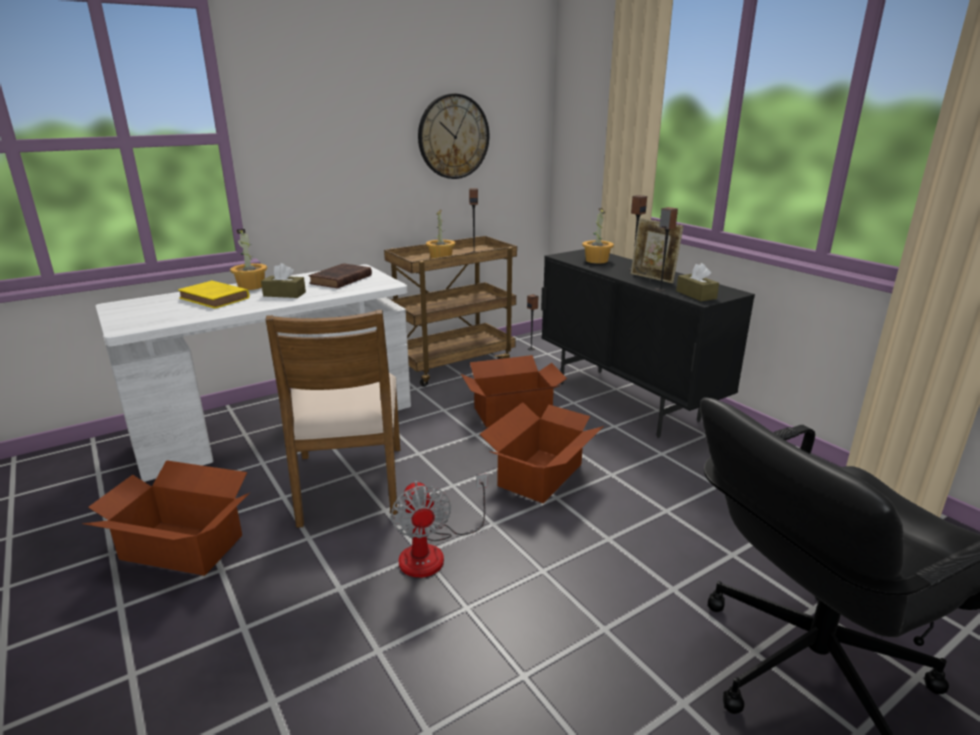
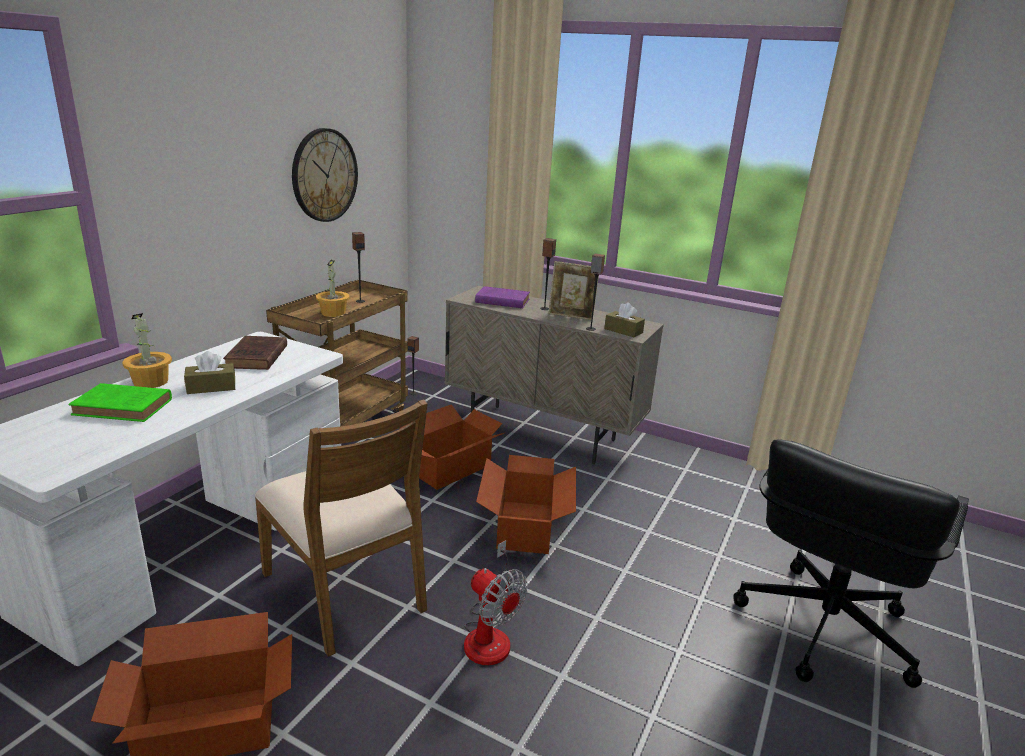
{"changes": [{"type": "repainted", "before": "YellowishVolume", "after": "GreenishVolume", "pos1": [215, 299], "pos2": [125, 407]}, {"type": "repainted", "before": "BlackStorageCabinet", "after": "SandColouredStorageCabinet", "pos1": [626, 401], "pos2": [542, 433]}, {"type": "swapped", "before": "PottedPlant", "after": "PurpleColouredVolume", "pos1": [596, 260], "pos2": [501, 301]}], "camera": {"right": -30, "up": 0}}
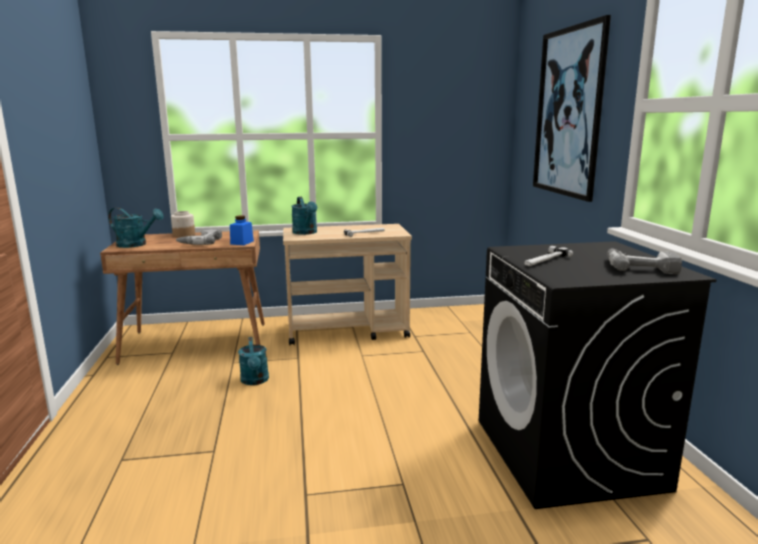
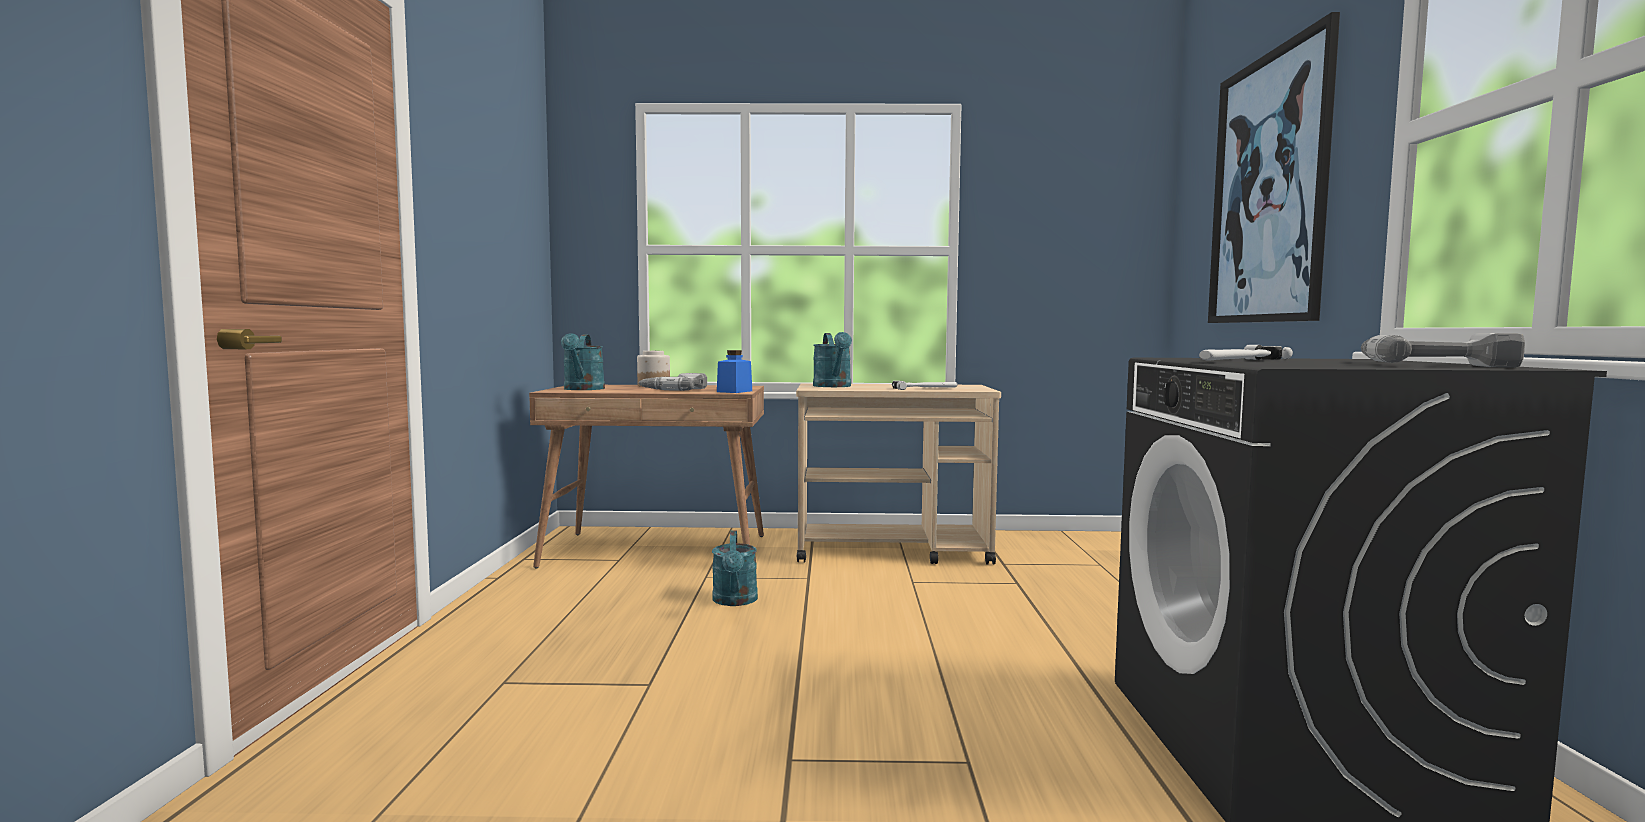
{"changes": [{"type": "rotated", "before": "TurquoiseColouredWateringPot", "pos1": [136, 245], "pos2": [583, 389], "turn": 60}], "camera": {"right": 10, "up": -10}}
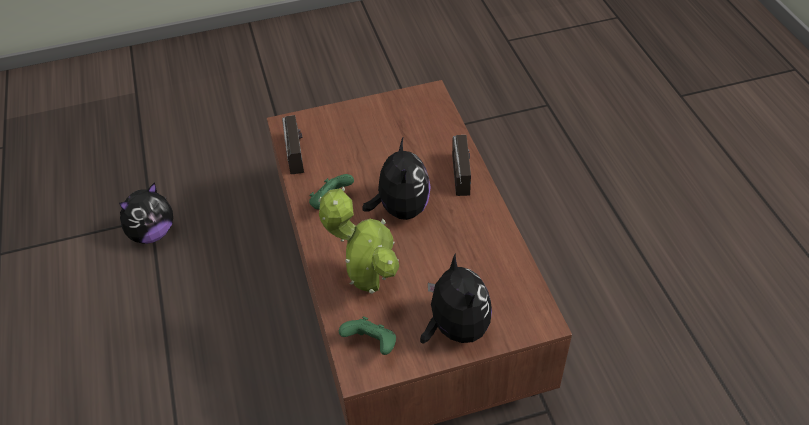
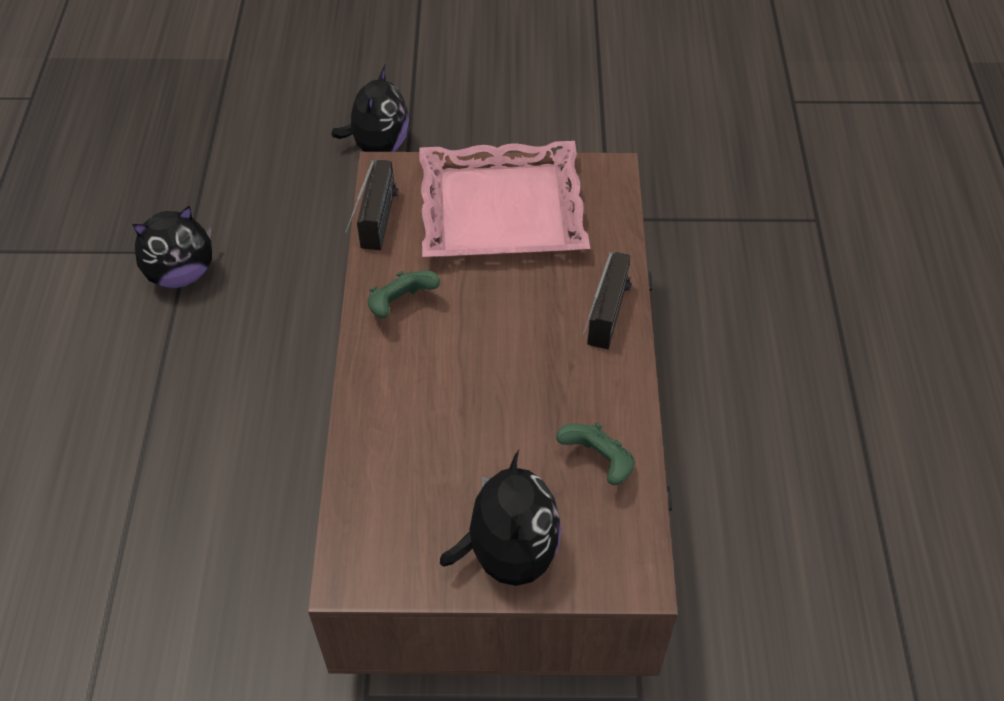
{"changes": [{"type": "gone", "before": "PottedPlant", "pos1": [367, 284]}, {"type": "shifted", "before": "GreenishJoypad", "pos1": [371, 344], "pos2": [598, 464]}, {"type": "shifted", "before": "SoftToy", "pos1": [400, 209], "pos2": [378, 146]}, {"type": "new", "after": "PinkTray", "pos2": [501, 212]}], "camera": {"right": 15, "up": 5}}
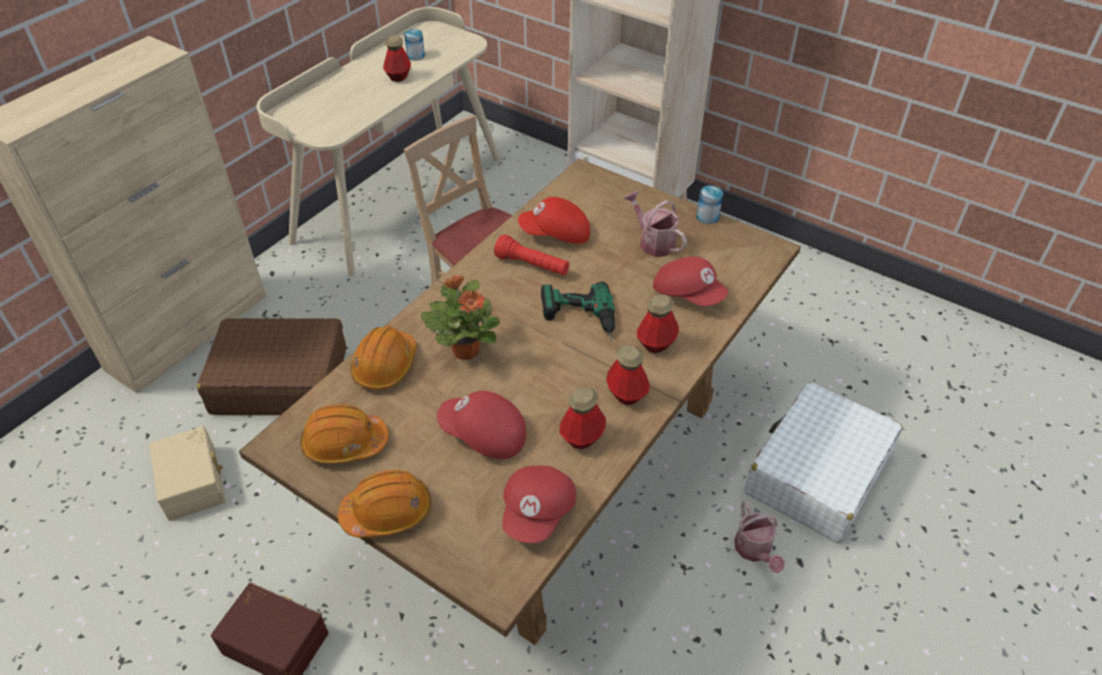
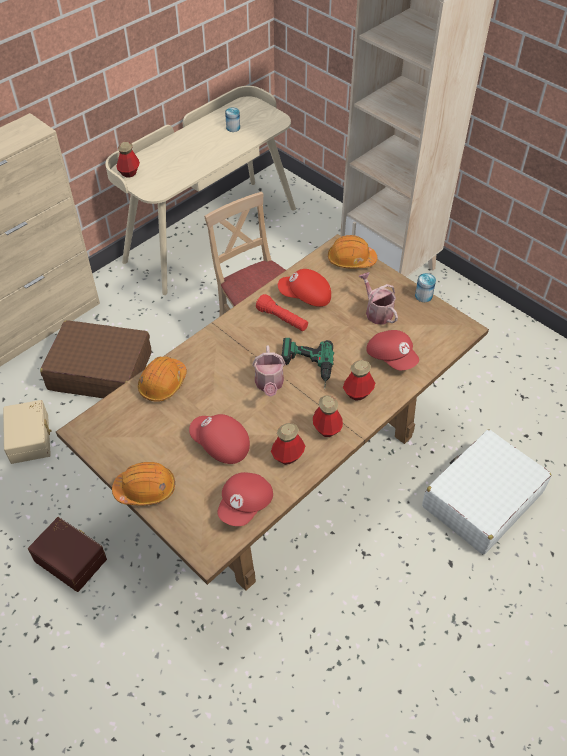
{"changes": [{"type": "shifted", "before": "OrangeHardHat", "pos1": [344, 443], "pos2": [351, 260]}, {"type": "shifted", "before": "DrinkBottle", "pos1": [398, 76], "pos2": [129, 172]}, {"type": "gone", "before": "PottedPlant", "pos1": [466, 350]}, {"type": "shifted", "before": "WateringPot", "pos1": [754, 551], "pos2": [269, 385]}], "camera": {"right": 10, "up": 5}}
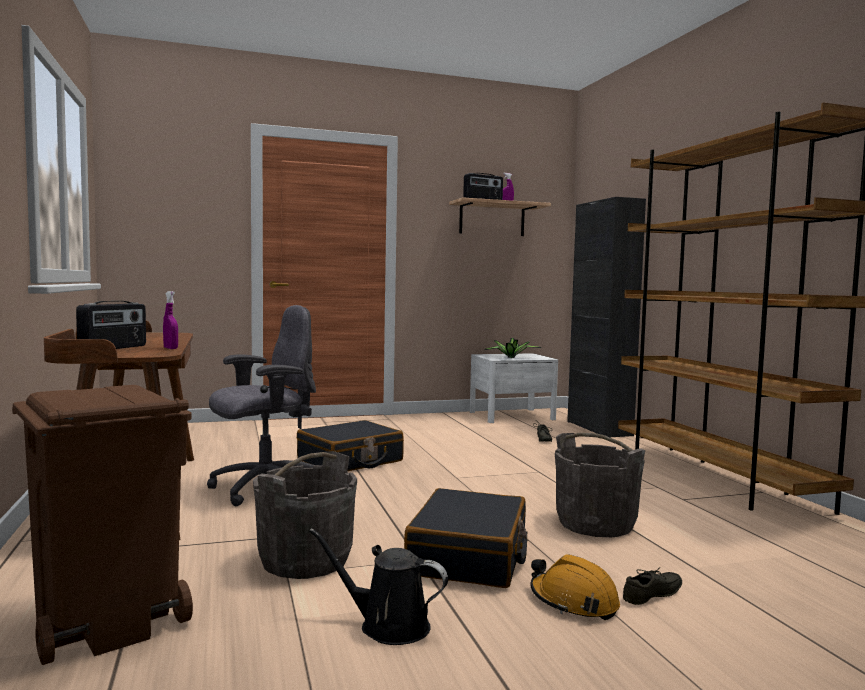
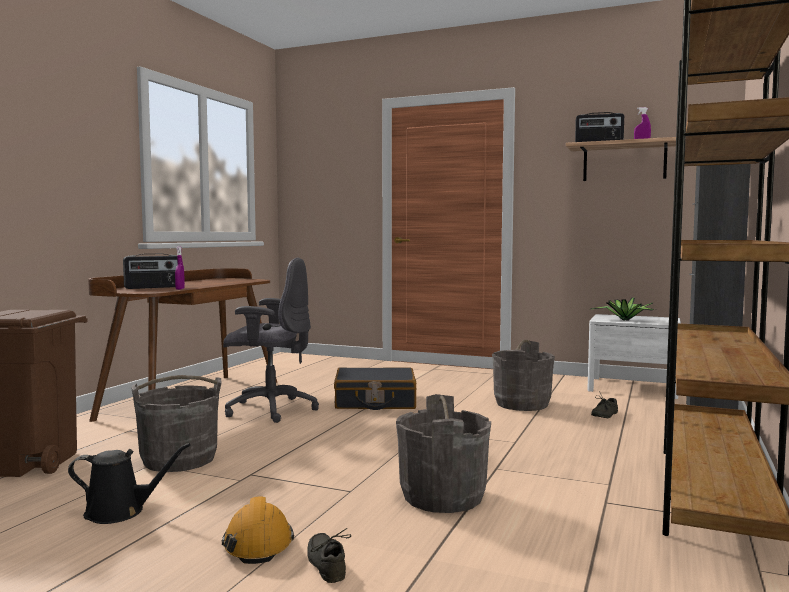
{"changes": [{"type": "rotated", "before": "BlackWateringPot", "pos1": [388, 626], "pos2": [120, 512], "turn": 120}, {"type": "gone", "before": "BlackSuitcase", "pos1": [469, 556]}, {"type": "rotated", "before": "GrayLowShoe", "pos1": [654, 596], "pos2": [329, 564], "turn": -120}, {"type": "new", "after": "GrayPail", "pos2": [521, 404]}], "camera": {"right": 40, "up": 0}}
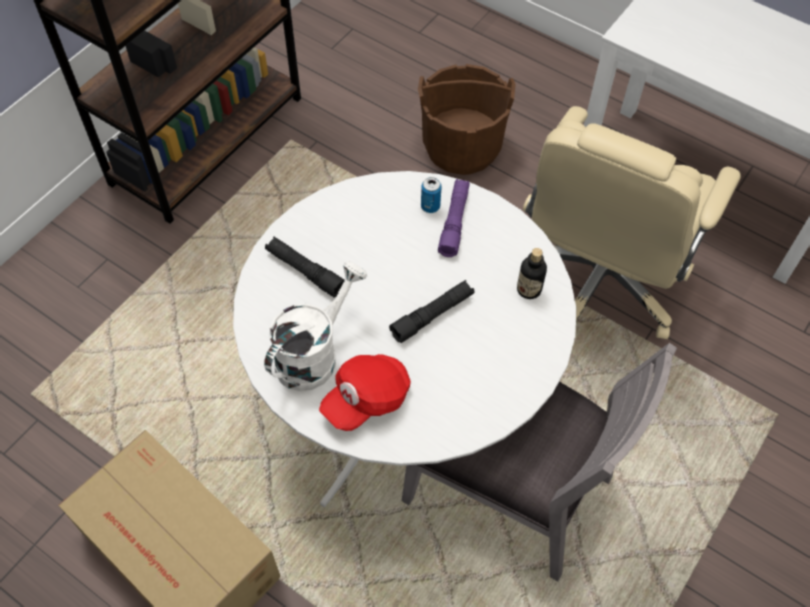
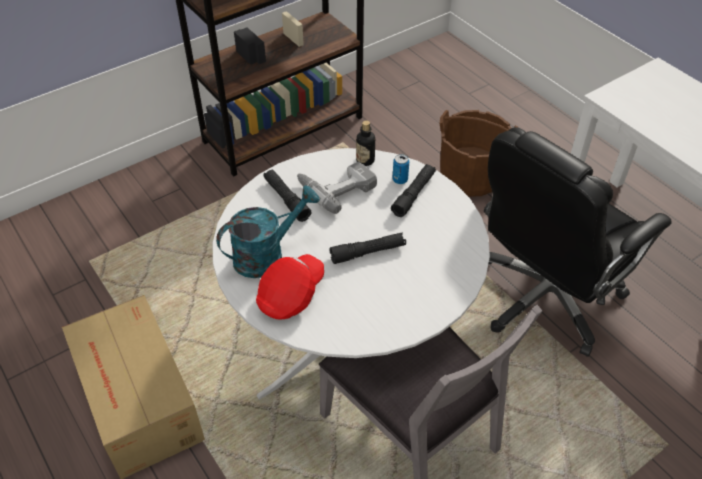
{"changes": [{"type": "repainted", "before": "WhiteColouredWateringPot", "after": "TurquoiseColouredWateringPot", "pos1": [314, 353], "pos2": [267, 254]}, {"type": "rotated", "before": "ReddishCap", "pos1": [366, 399], "pos2": [291, 295], "turn": 150}, {"type": "repainted", "before": "PurpleColouredFlashlight", "after": "BlackFlashlight", "pos1": [454, 222], "pos2": [414, 194]}, {"type": "shifted", "before": "DrinkBottle", "pos1": [529, 289], "pos2": [365, 160]}, {"type": "repainted", "before": "SandColouredDeskChair", "after": "BlackDeskChair", "pos1": [598, 280], "pos2": [545, 297]}, {"type": "new", "after": "Drill", "pos2": [336, 187]}], "camera": {"right": 20, "up": -10}}
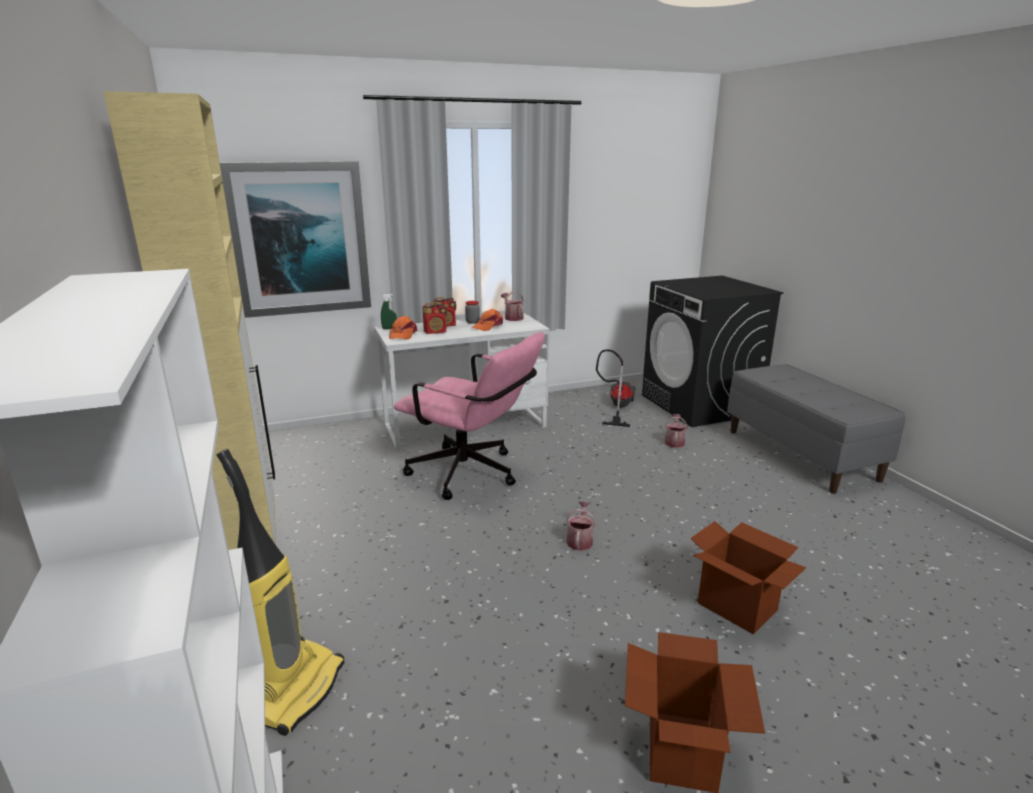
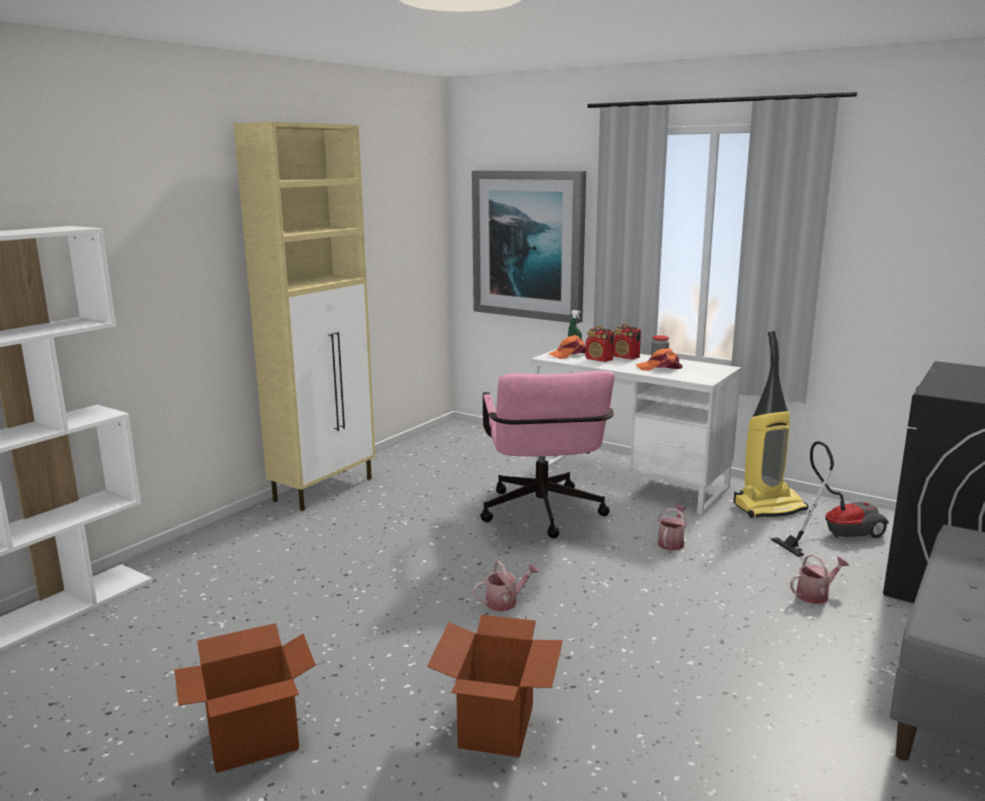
{"changes": [{"type": "shifted", "before": "VacuumCleaner", "pos1": [294, 689], "pos2": [769, 507]}, {"type": "shifted", "before": "WateringPot", "pos1": [512, 317], "pos2": [672, 542]}], "camera": {"right": 55, "up": -5}}
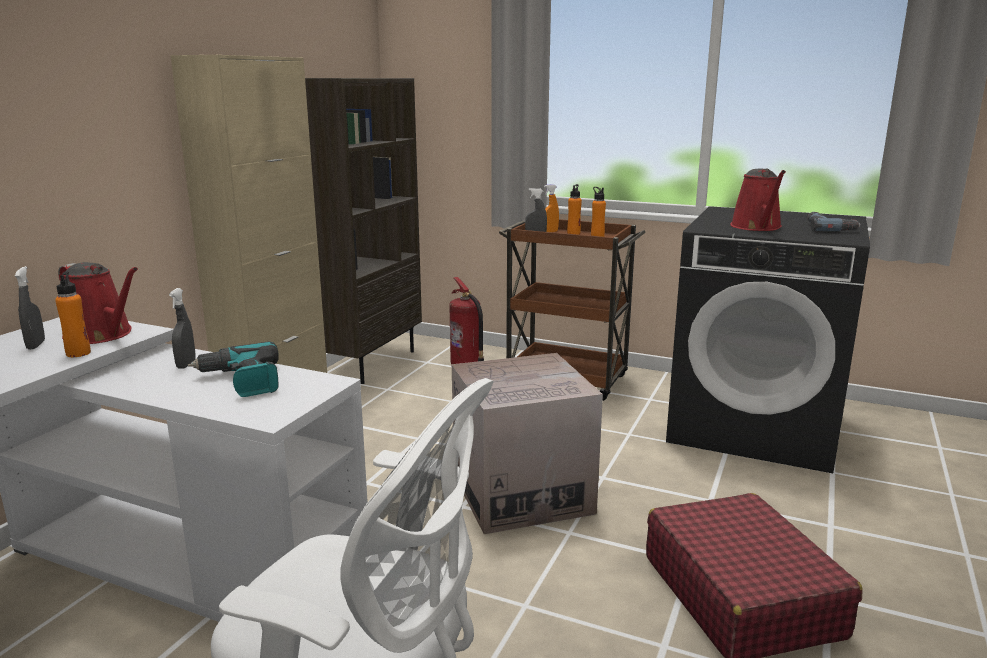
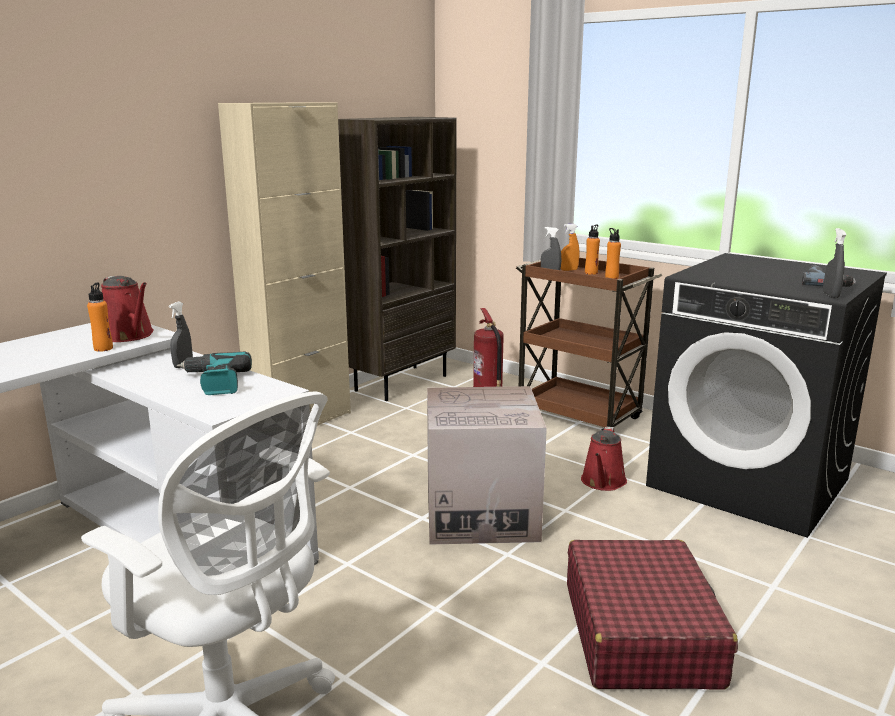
{"changes": [{"type": "shifted", "before": "GrayHandSprayer", "pos1": [36, 345], "pos2": [830, 295]}, {"type": "shifted", "before": "ReddishWateringPot", "pos1": [757, 227], "pos2": [603, 482]}], "camera": {"right": 15, "up": 0}}
